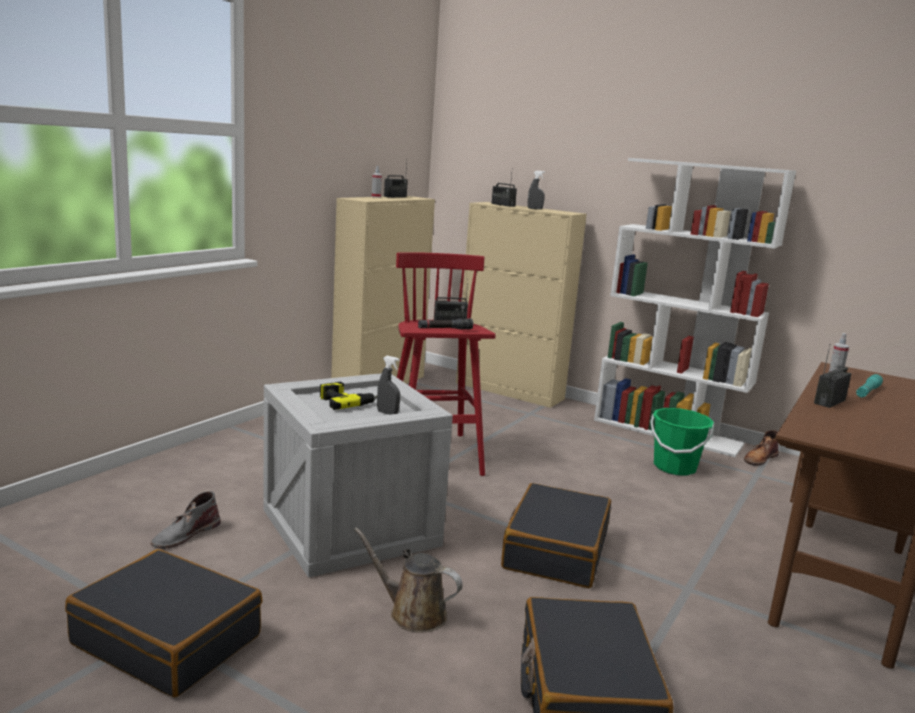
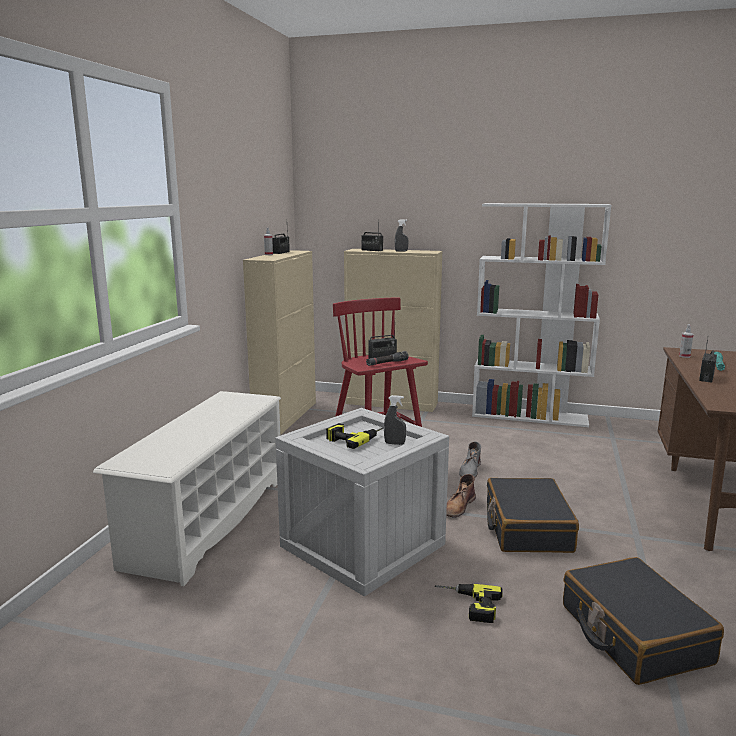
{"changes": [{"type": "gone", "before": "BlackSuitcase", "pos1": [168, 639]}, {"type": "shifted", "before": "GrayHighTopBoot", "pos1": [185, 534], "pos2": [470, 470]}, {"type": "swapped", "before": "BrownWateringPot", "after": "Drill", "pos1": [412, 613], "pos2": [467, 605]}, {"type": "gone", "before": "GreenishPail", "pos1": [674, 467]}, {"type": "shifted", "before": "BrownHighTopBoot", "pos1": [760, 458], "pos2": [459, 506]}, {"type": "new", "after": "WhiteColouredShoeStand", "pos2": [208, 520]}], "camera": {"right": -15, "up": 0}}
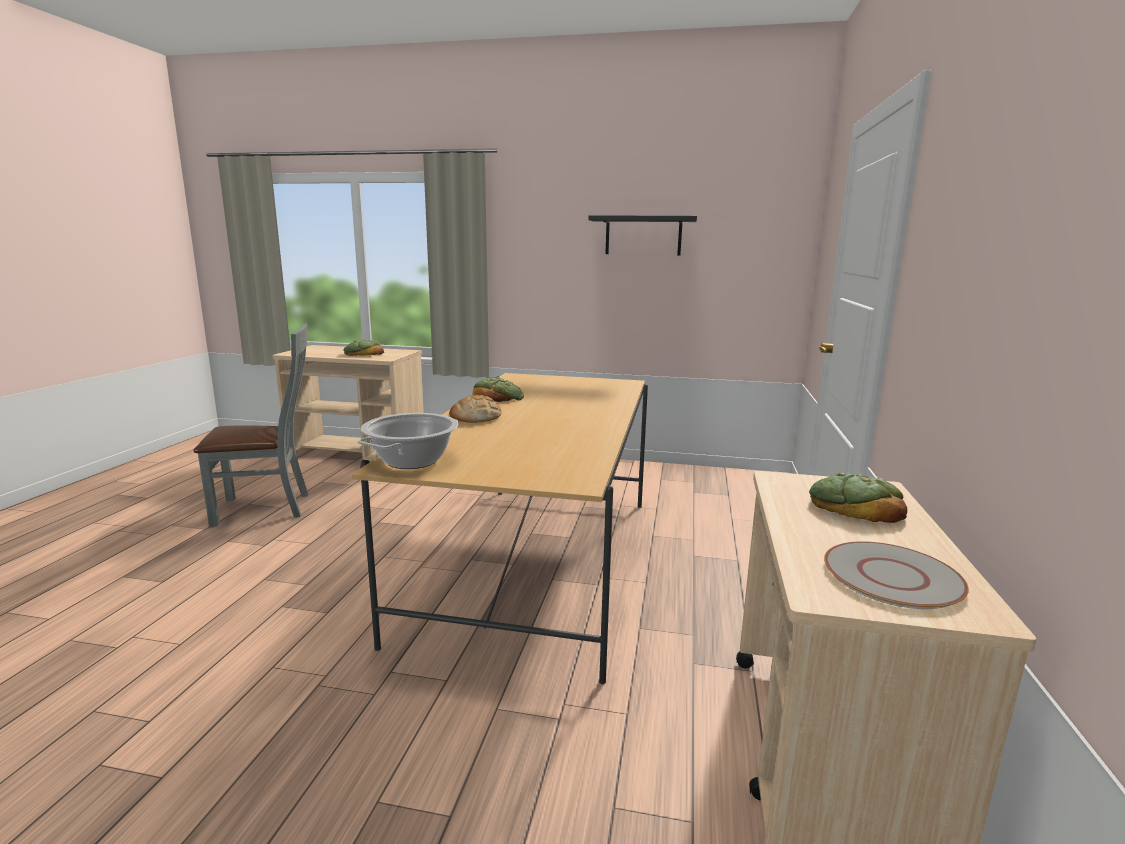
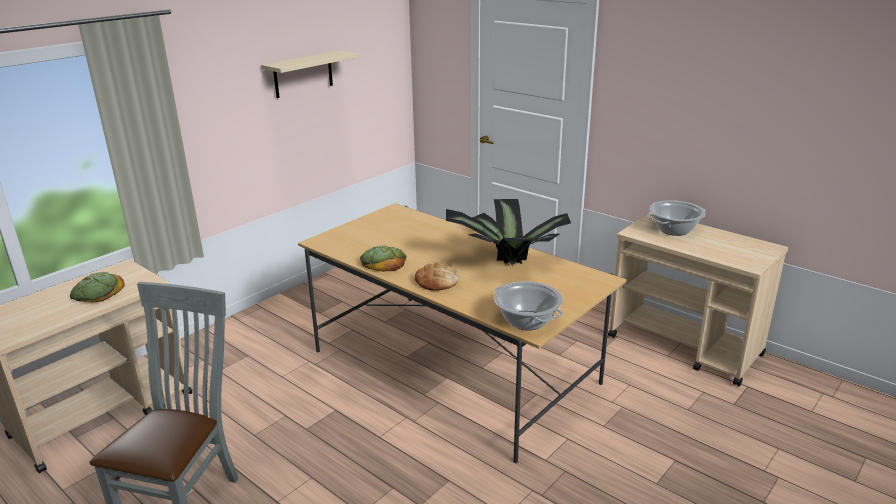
{"changes": [{"type": "repainted", "before": "BlackWallShelf", "after": "SandColouredWallShelf", "pos1": [643, 236], "pos2": [303, 74]}, {"type": "swapped", "before": "BakeryBread", "after": "CookingPot", "pos1": [855, 505], "pos2": [674, 230]}, {"type": "gone", "before": "GrayFlatDish", "pos1": [892, 576]}, {"type": "new", "after": "PottedPlant", "pos2": [506, 263]}], "camera": {"right": -60, "up": 10}}
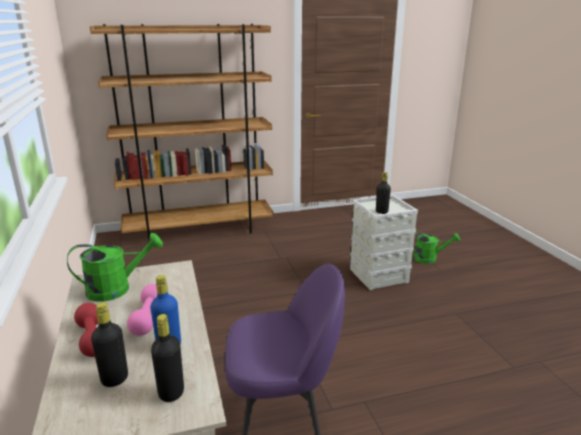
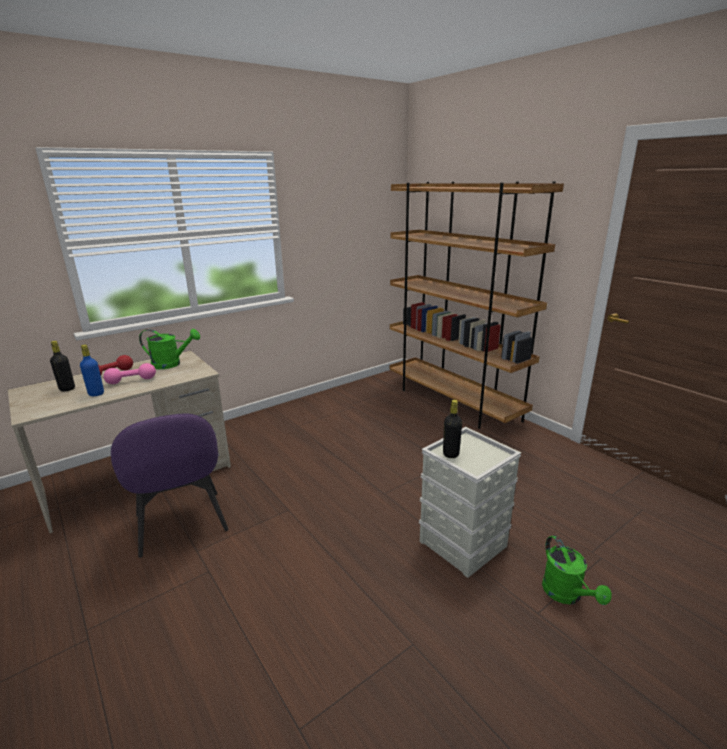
{"changes": [{"type": "rotated", "before": "GreenishWateringPot", "pos1": [117, 289], "pos2": [171, 364], "turn": -45}, {"type": "gone", "before": "BlackDrinkBottle", "pos1": [171, 393]}], "camera": {"right": 70, "up": 0}}
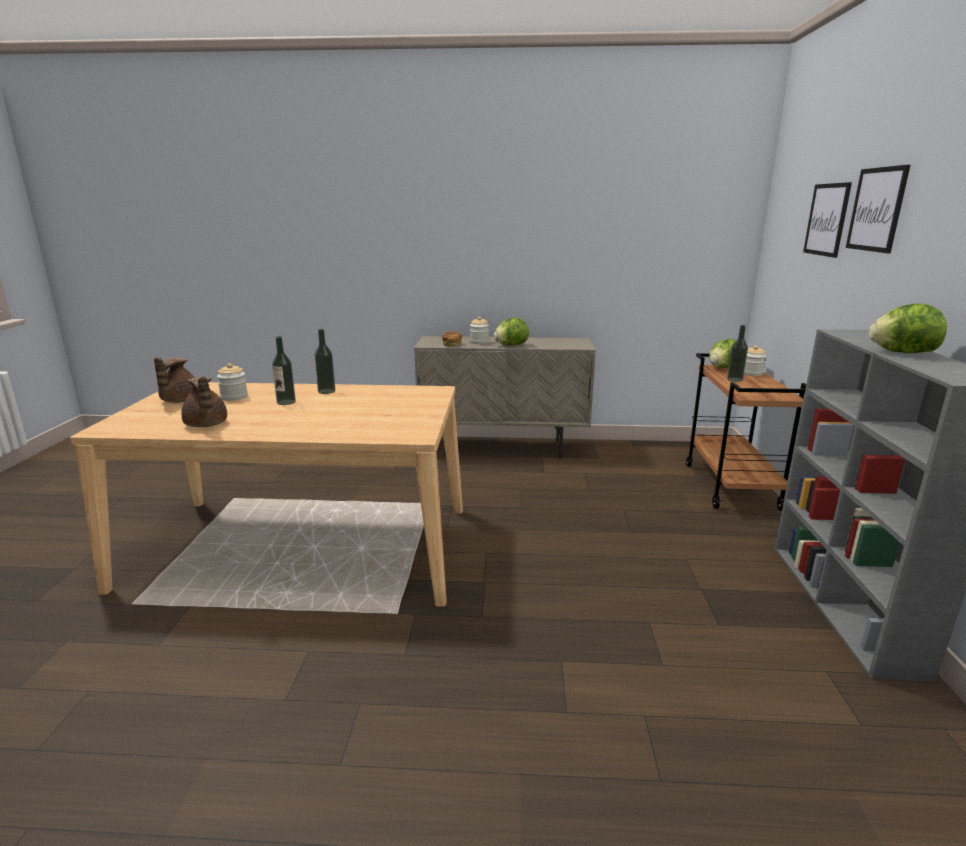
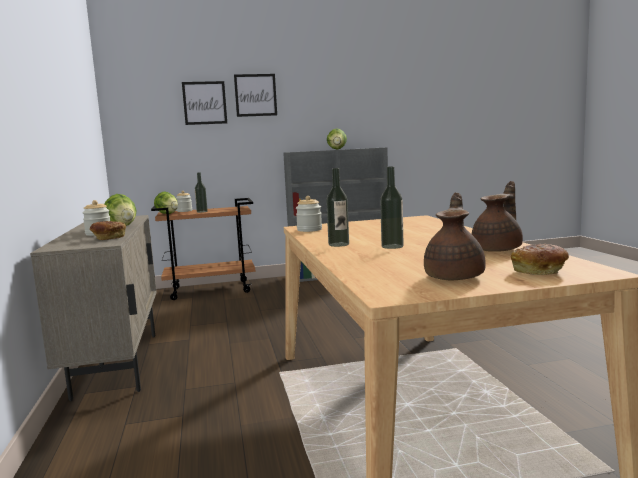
{"changes": [{"type": "rotated", "before": "BrownTeapot", "pos1": [179, 401], "pos2": [455, 276], "turn": -60}, {"type": "shifted", "before": "PreserveJar", "pos1": [234, 397], "pos2": [309, 230]}, {"type": "new", "after": "BakeryBread", "pos2": [539, 272]}], "camera": {"right": -105, "up": -10}}
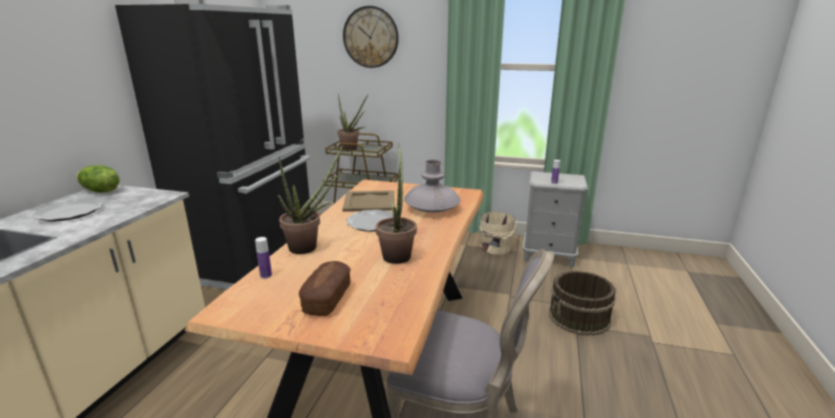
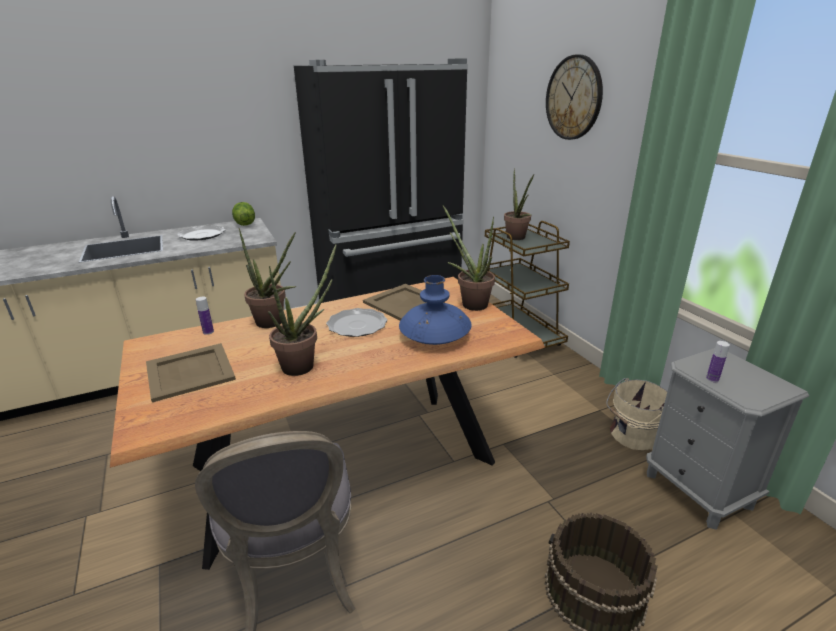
{"changes": [{"type": "swapped", "before": "BakeryBread", "after": "SandColouredTray", "pos1": [327, 298], "pos2": [191, 372]}, {"type": "repainted", "before": "GrayDecorativeVase", "after": "BlueColouredDecorativeVase", "pos1": [432, 209], "pos2": [434, 336]}, {"type": "new", "after": "PottedPlant", "pos2": [470, 303]}], "camera": {"right": 50, "up": 5}}
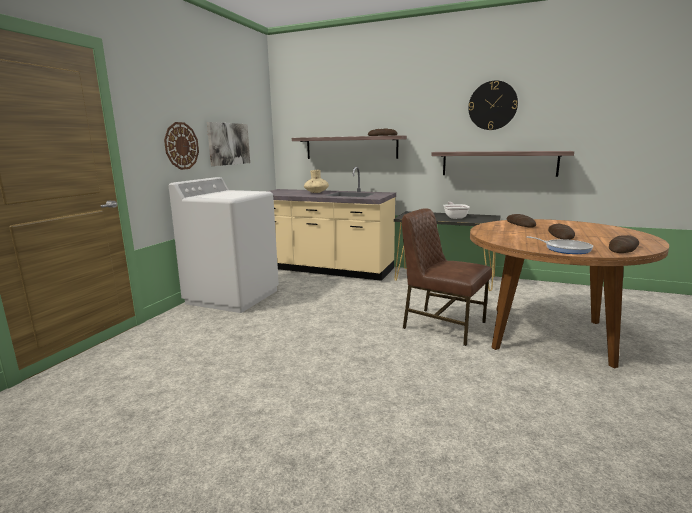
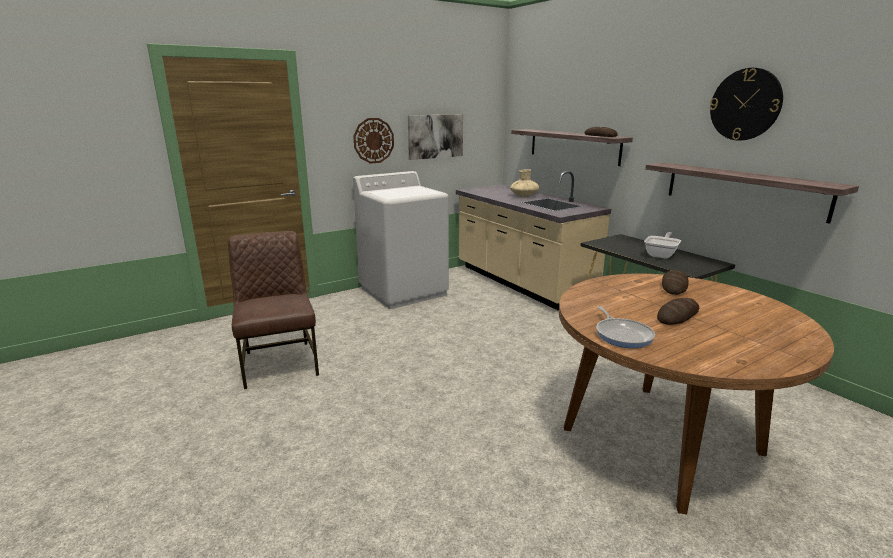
{"changes": [{"type": "shifted", "before": "BrownChair", "pos1": [442, 325], "pos2": [280, 363]}, {"type": "gone", "before": "BakeryBread", "pos1": [623, 248]}], "camera": {"right": 35, "up": 5}}
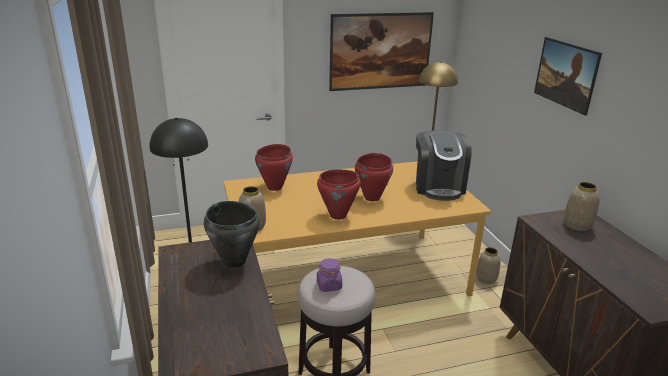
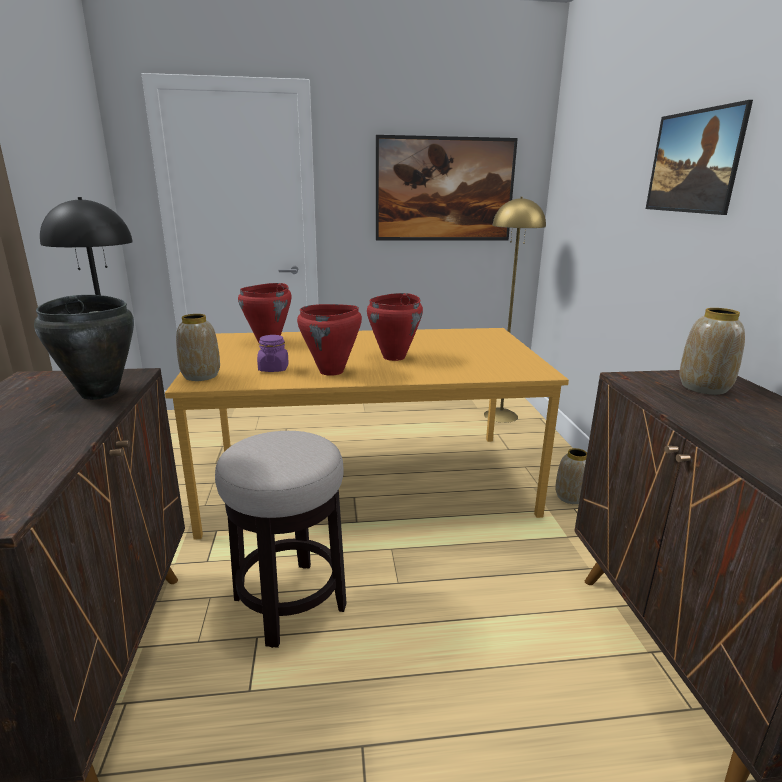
{"changes": [{"type": "shifted", "before": "PurpleColouredPreserveJar", "pos1": [329, 285], "pos2": [273, 369]}, {"type": "gone", "before": "CoffeeMaker", "pos1": [438, 187]}], "camera": {"right": 10, "up": -5}}
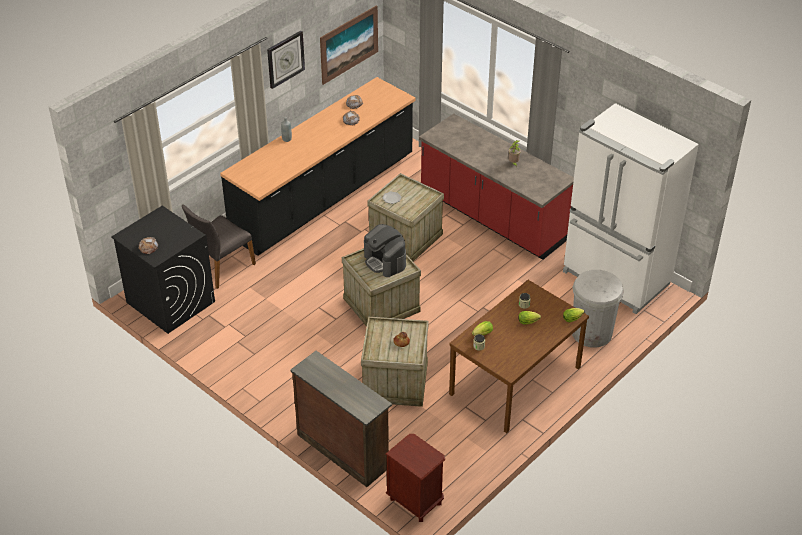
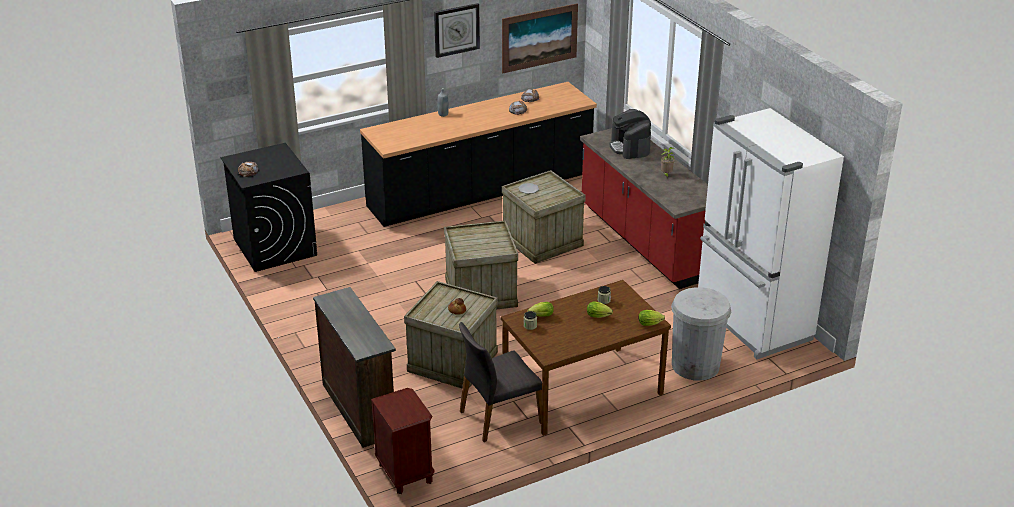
{"changes": [{"type": "shifted", "before": "GrayChair", "pos1": [221, 267], "pos2": [499, 416]}, {"type": "shifted", "before": "CoffeeMaker", "pos1": [385, 261], "pos2": [630, 147]}], "camera": {"right": 20, "up": -10}}
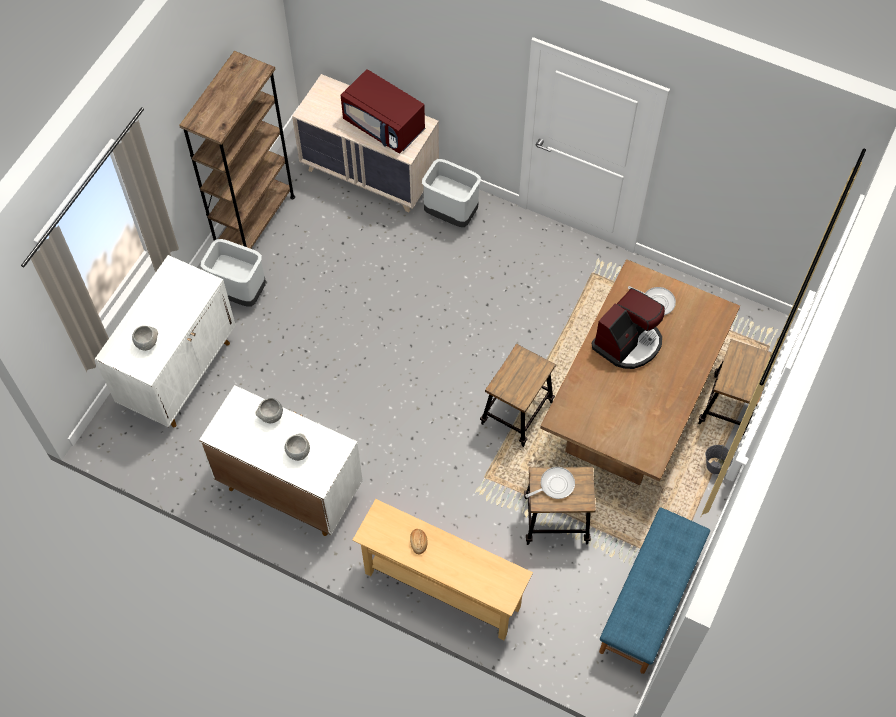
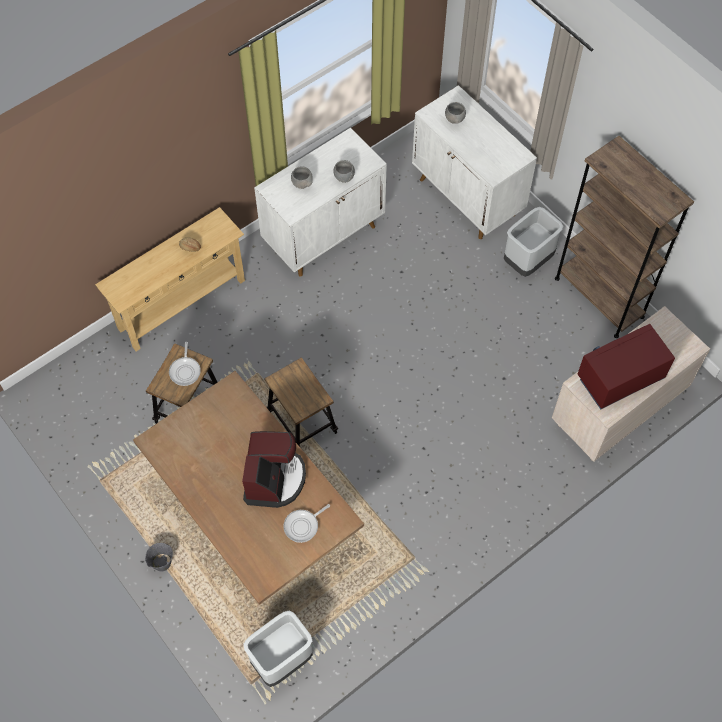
{"changes": [{"type": "shifted", "before": "GrayTrashCan", "pos1": [451, 214], "pos2": [282, 661]}, {"type": "rotated", "before": "CoffeeMaker", "pos1": [628, 342], "pos2": [274, 479], "turn": -150}, {"type": "gone", "before": "BlueColouredBench", "pos1": [650, 600]}, {"type": "gone", "before": "StoolSeat", "pos1": [729, 408]}], "camera": {"right": 115, "up": 0}}
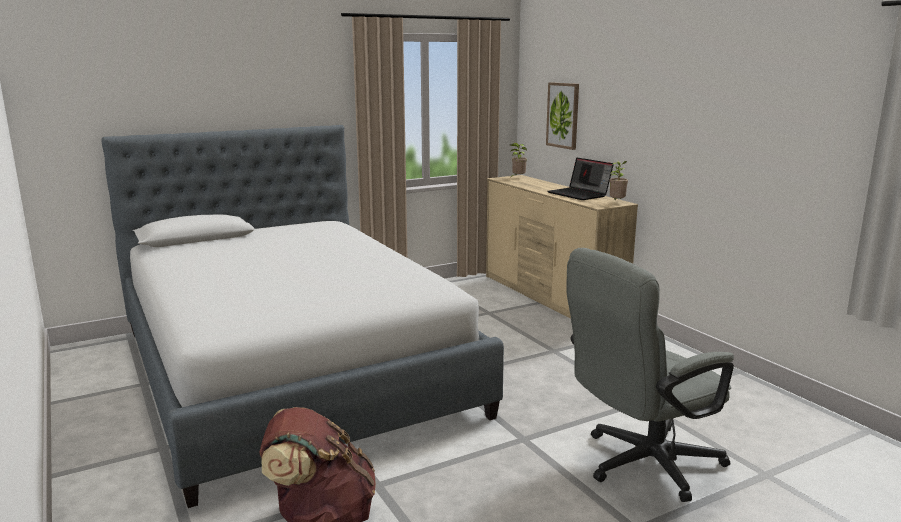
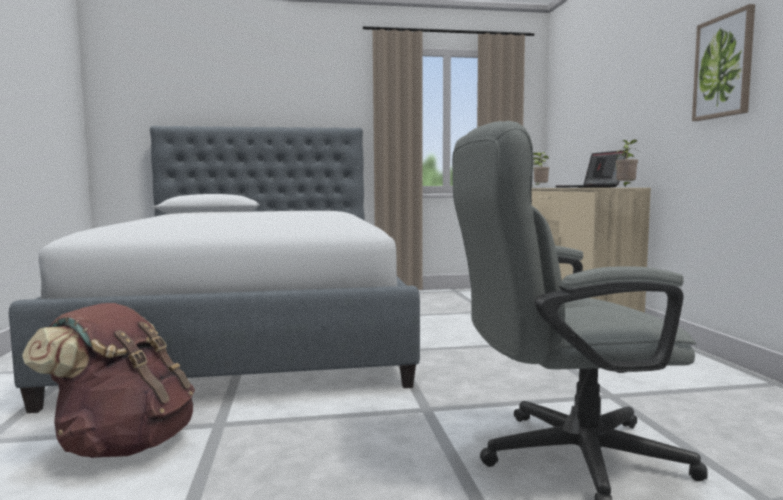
{"changes": [{"type": "shifted", "before": "Picture", "pos1": [563, 115], "pos2": [723, 66]}], "camera": {"right": 20, "up": -10}}
